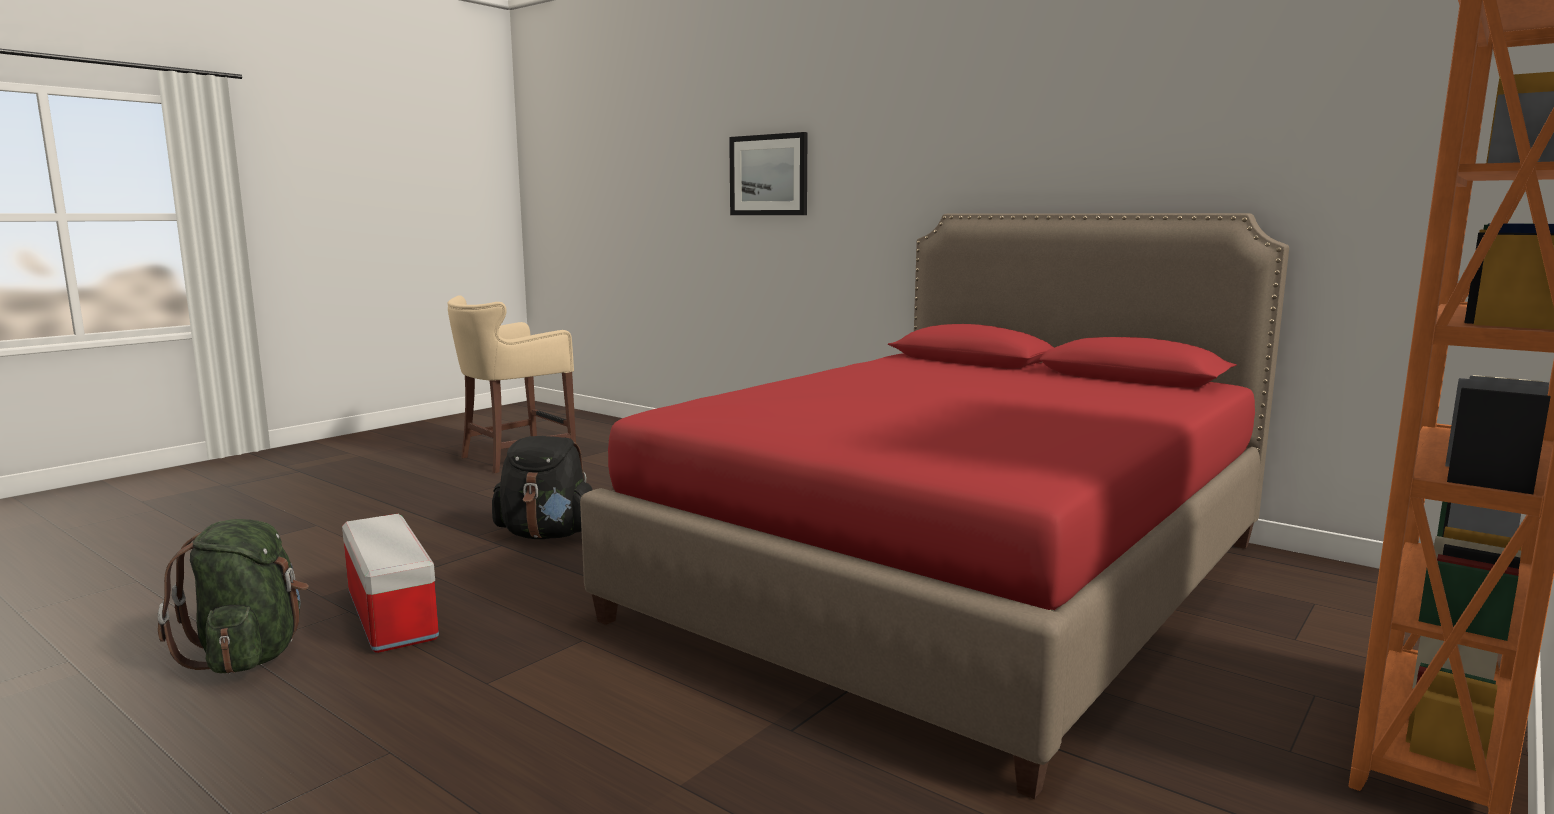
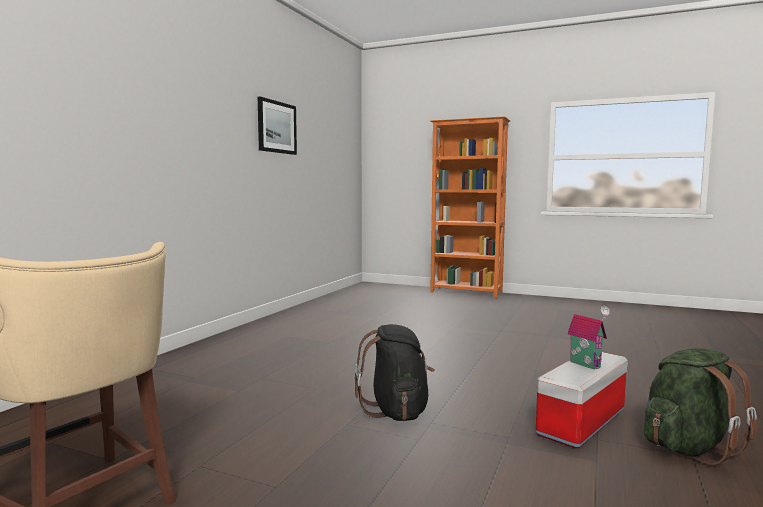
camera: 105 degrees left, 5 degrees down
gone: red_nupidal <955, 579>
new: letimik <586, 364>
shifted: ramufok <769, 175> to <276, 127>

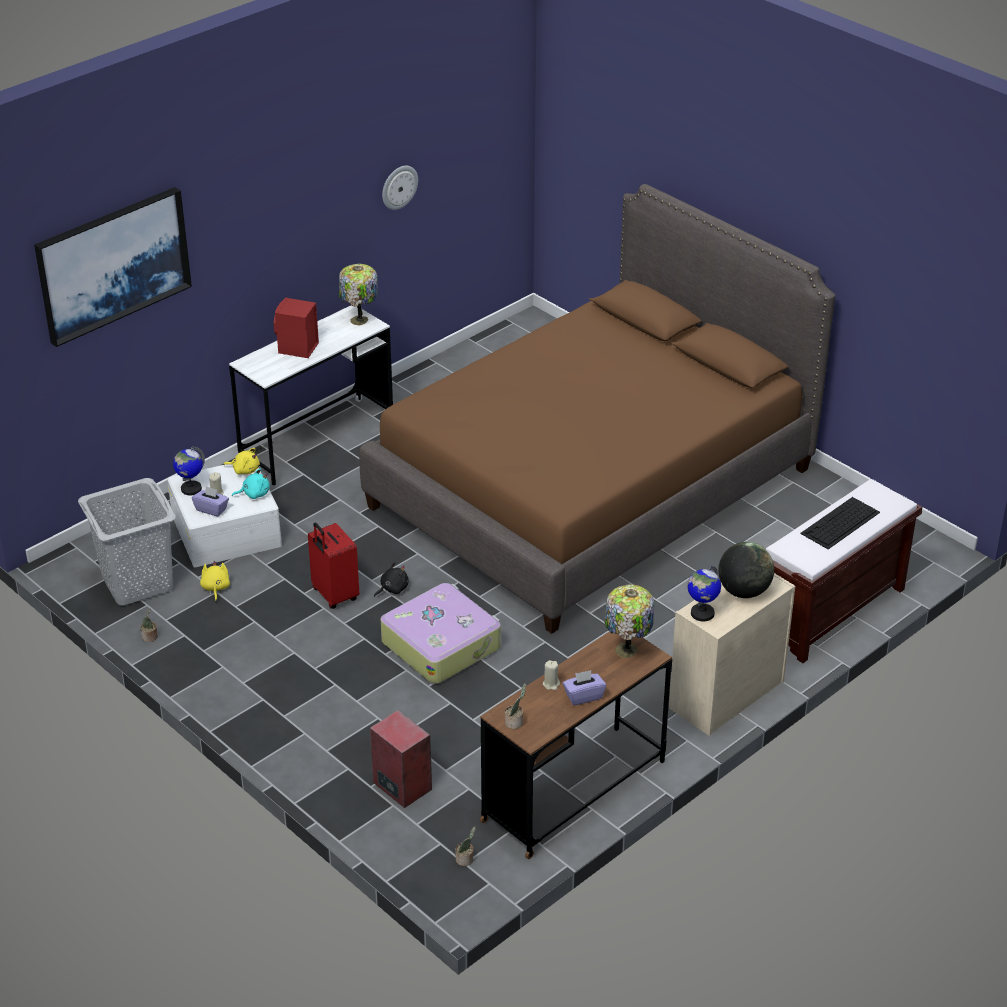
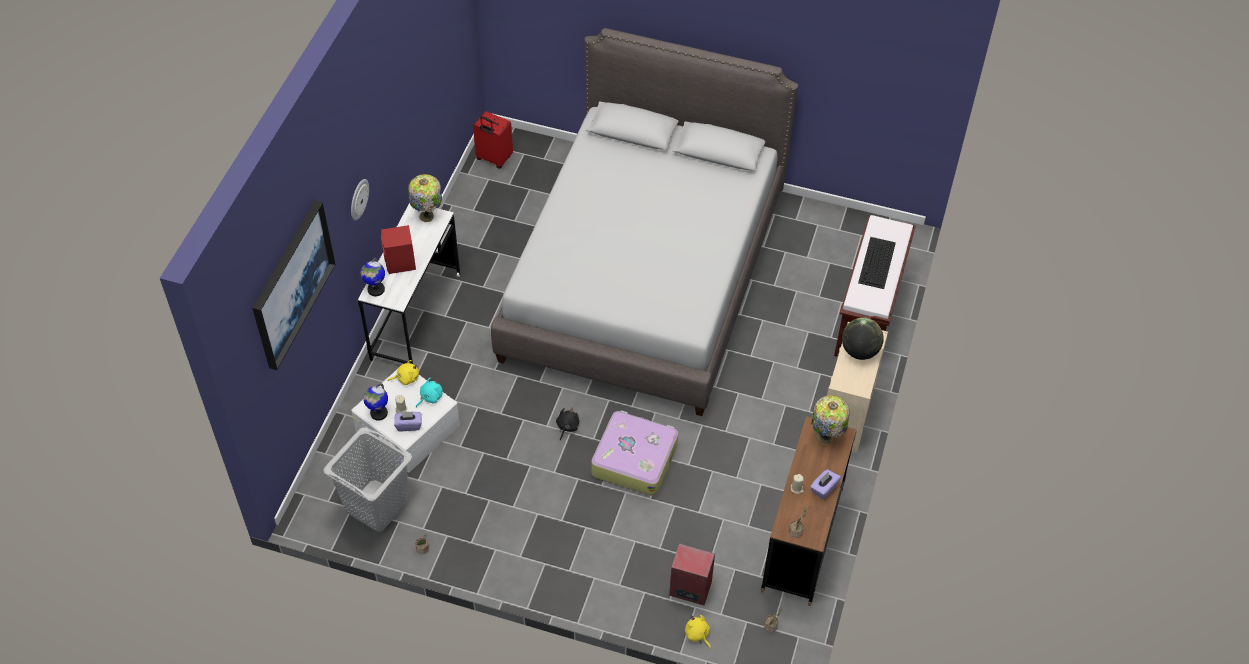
camera: 30 degrees left, 15 degrees up
shifted: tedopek <399, 187> to <358, 199>; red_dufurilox <334, 595> to <493, 159>; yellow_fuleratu <215, 588> to <697, 634>; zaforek <702, 613> to <375, 289>
repainted: brown_nupidal <592, 487> to grey_nupidal <644, 276>

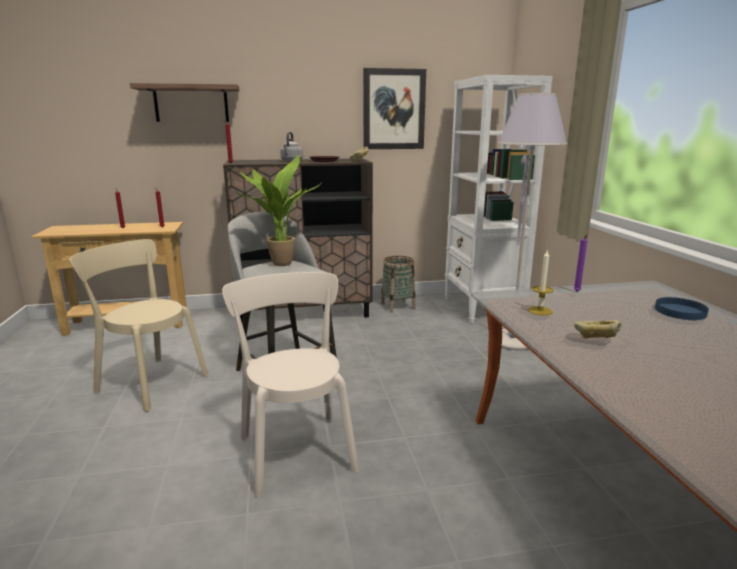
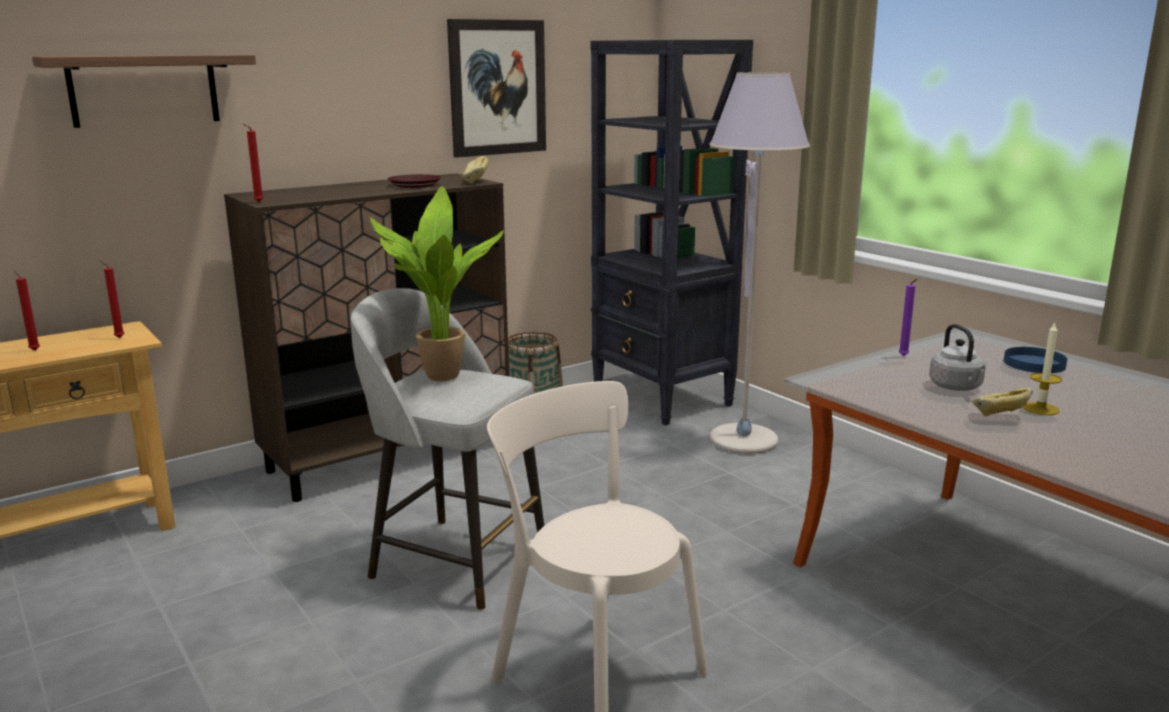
camera: 25 degrees left, 0 degrees up
gone: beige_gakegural <149, 382>
shifted: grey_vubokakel <291, 161> to <957, 387>; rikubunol <540, 311> to <1040, 409>
repainted: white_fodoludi <482, 308> to black_fodoludi <662, 399>

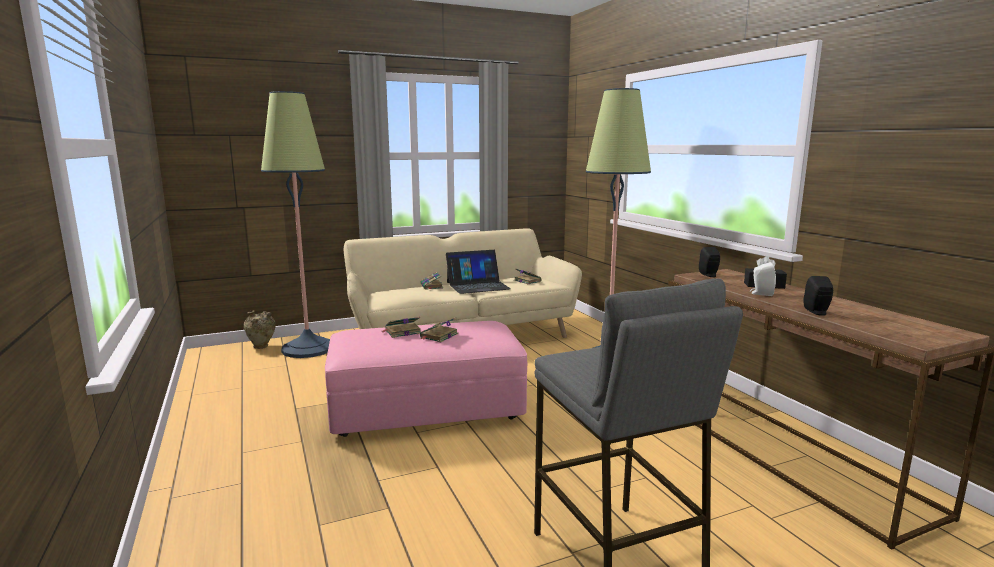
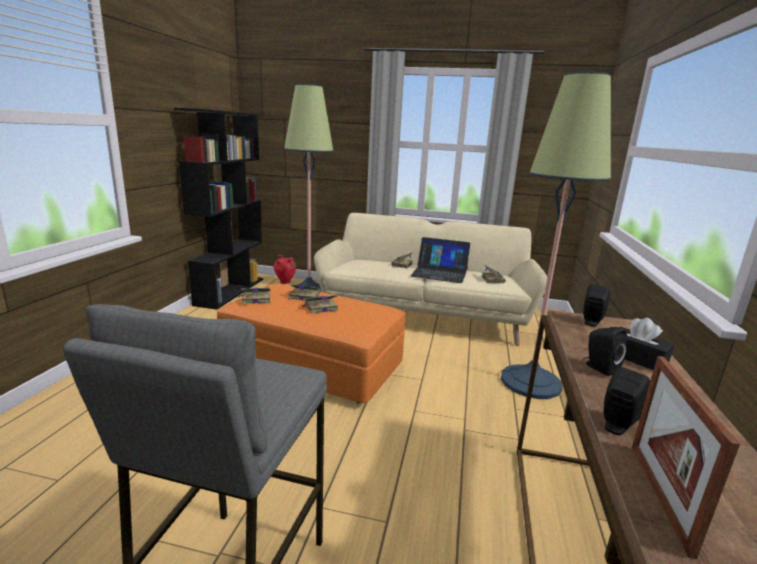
camera: 35 degrees right, 5 degrees up
new: black_fodoludi <230, 291>; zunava <255, 299>; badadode <659, 494>
repainted: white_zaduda <761, 294> to black_zaduda <599, 368>; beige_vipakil <262, 347> to red_vipakil <285, 283>; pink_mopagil <426, 407> to orange_mopagil <313, 366>

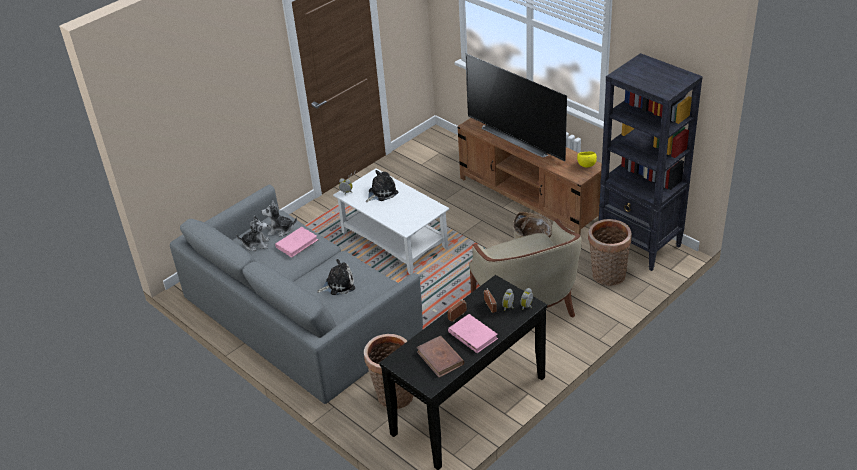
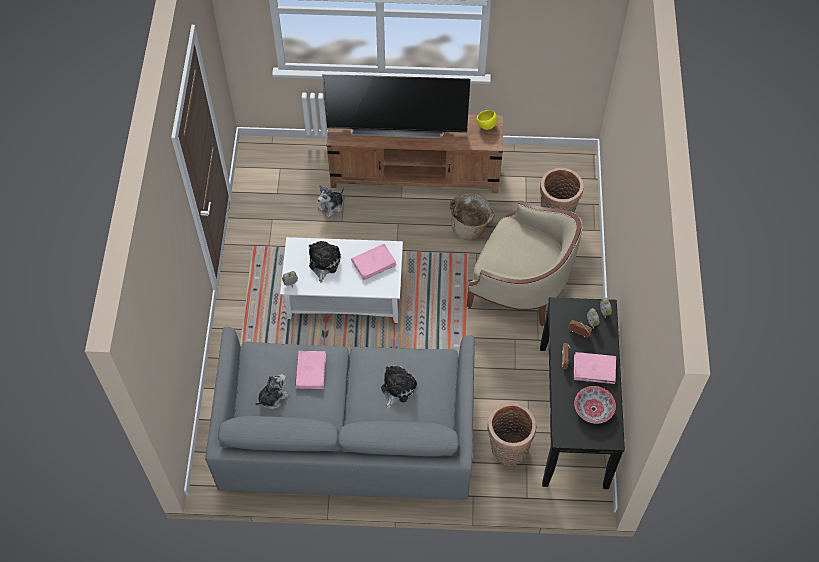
camera: 45 degrees left, 20 degrees up
gone: black_fodoludi <640, 245>
new: pink_zunava <374, 262>
shifted: fuleratu <280, 230> to <331, 206>
swapped: brown_zunava <440, 358> to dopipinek <593, 408>

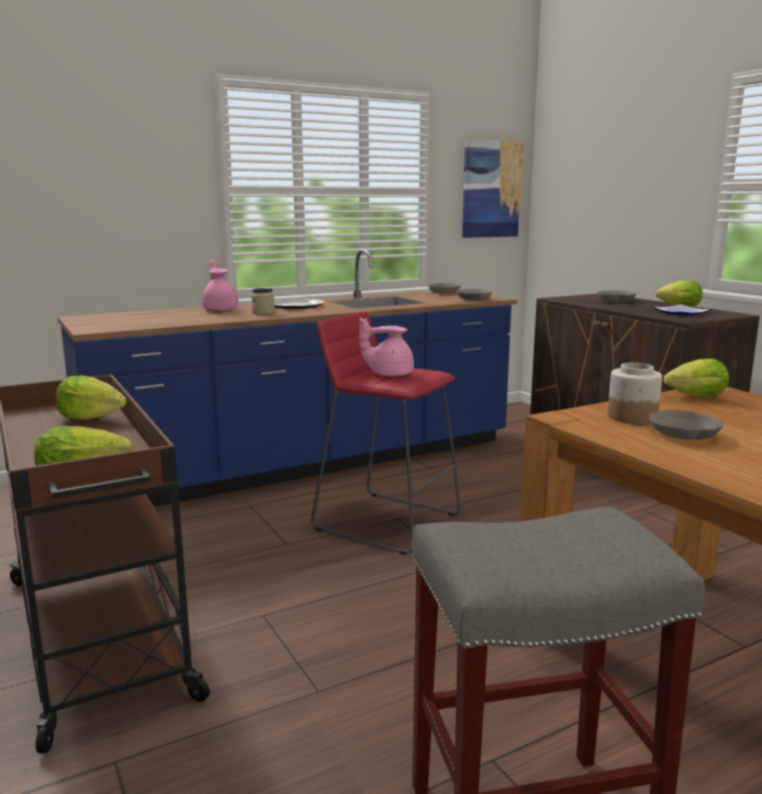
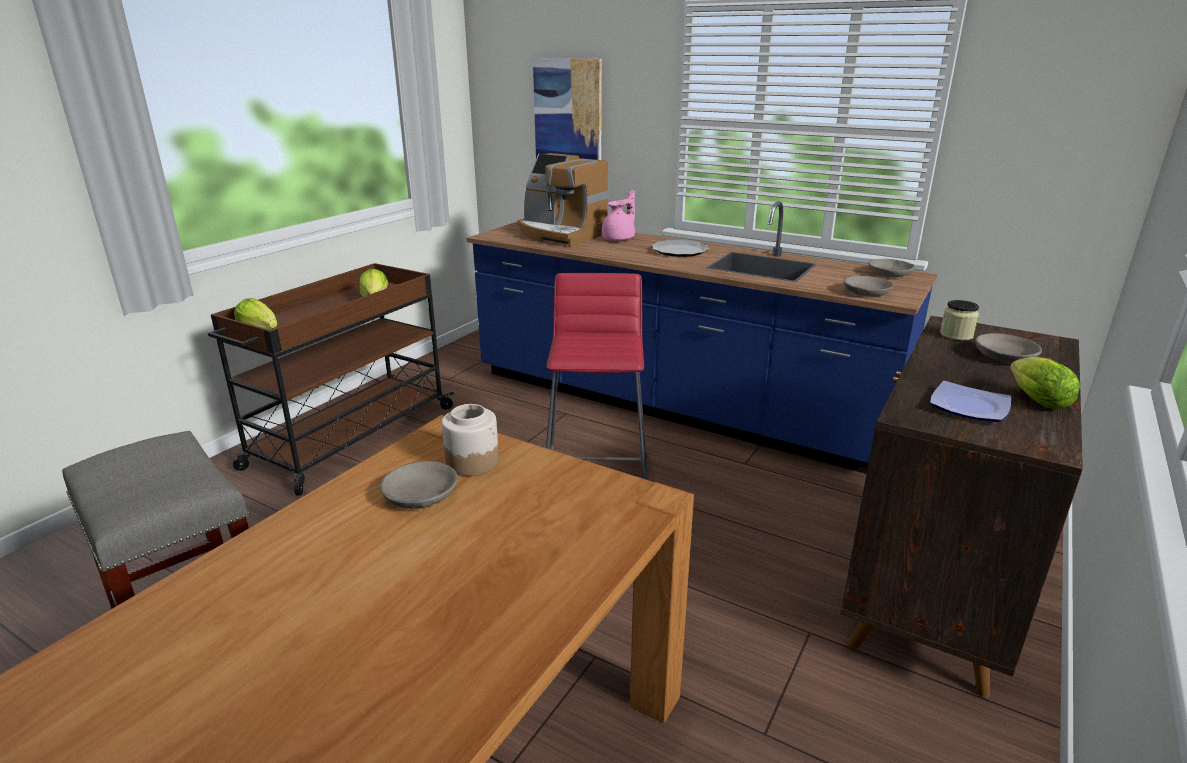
camera: 60 degrees right, 10 degrees up
gone: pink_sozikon <389, 374>; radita <693, 397>
new: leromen <561, 234>
shifted: ramufok <491, 189> to <568, 114>; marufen <263, 313> to <956, 335>

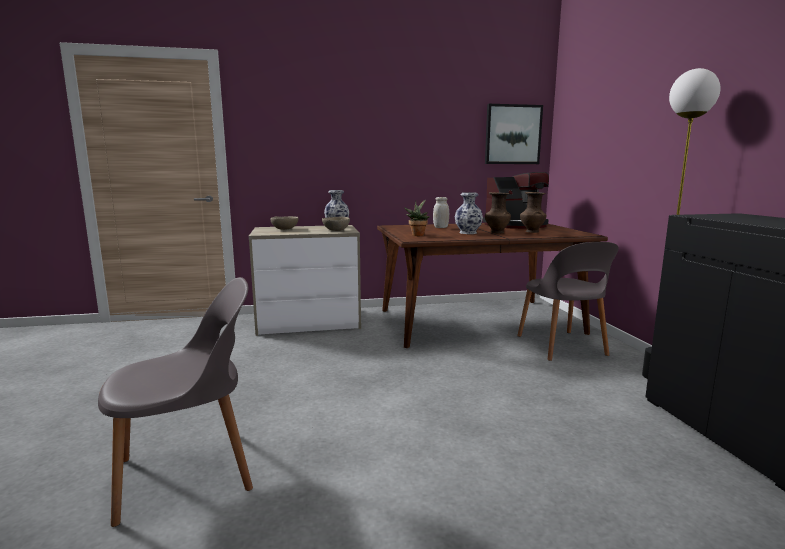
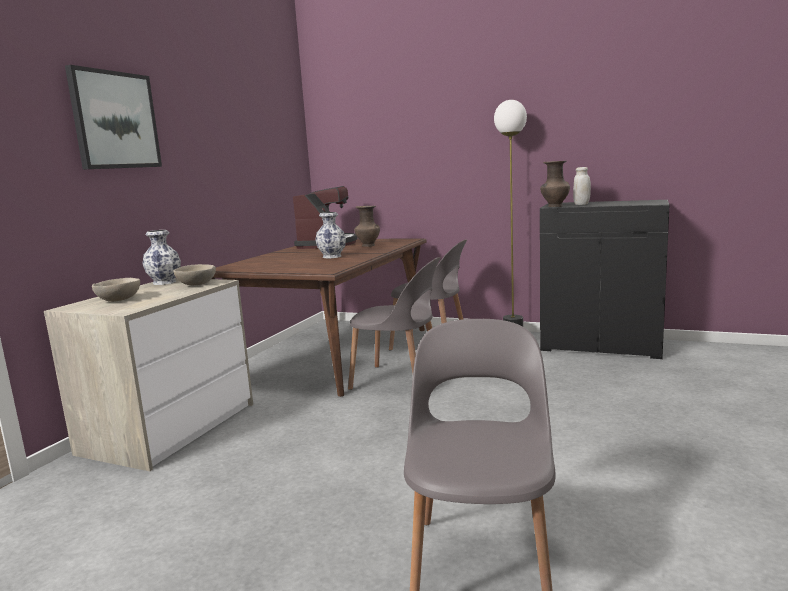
camera: 55 degrees left, 0 degrees up
gone: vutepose <417, 235>
new: grey_gakegural <399, 381>
shifted: ramufok <512, 134> to <114, 120>; brown_vipakil <496, 232> to <554, 206>; white_marufen <440, 227> to <581, 204>

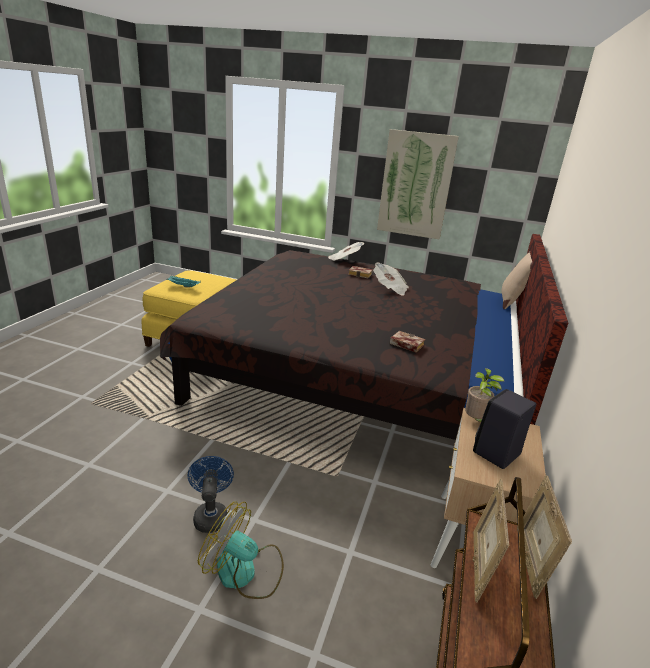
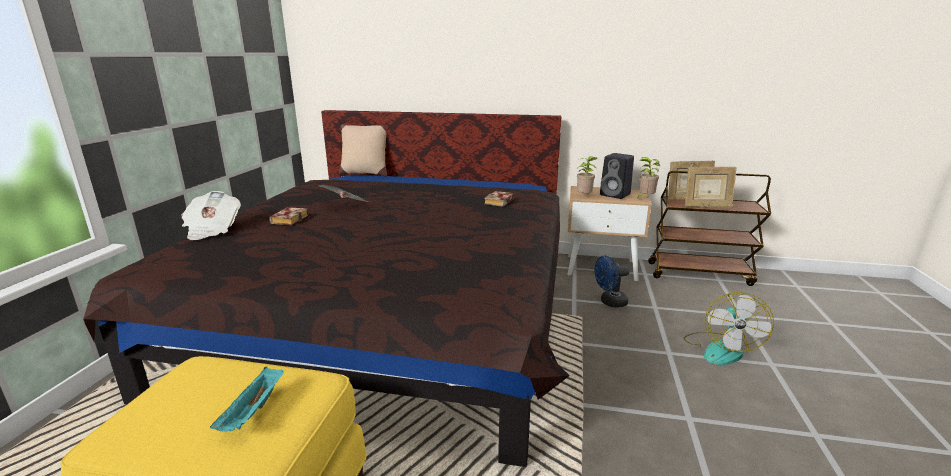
camera: 95 degrees left, 5 degrees down
gone: ramufok <415, 185>
new: vutepose <645, 198>
shifted: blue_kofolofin <211, 515> to <609, 302>

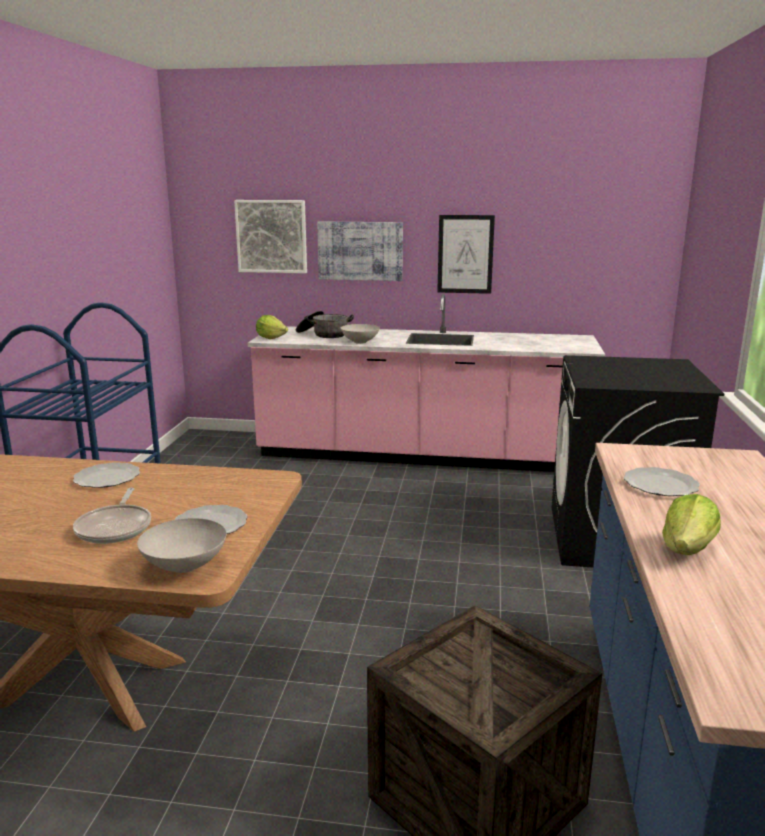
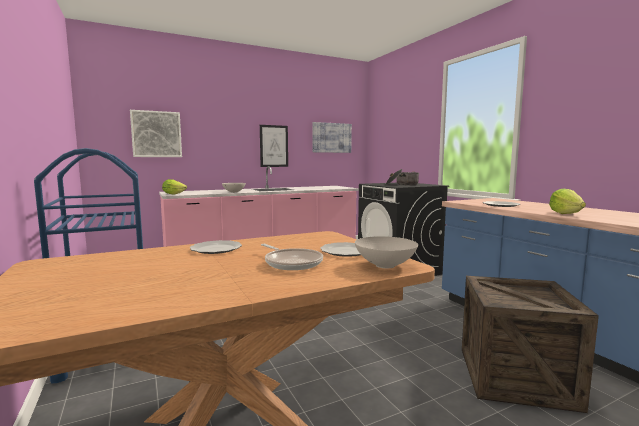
camera: 35 degrees left, 10 degrees down
shifted: ramufok <360, 251> to <331, 137>; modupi <323, 334> to <402, 184>

